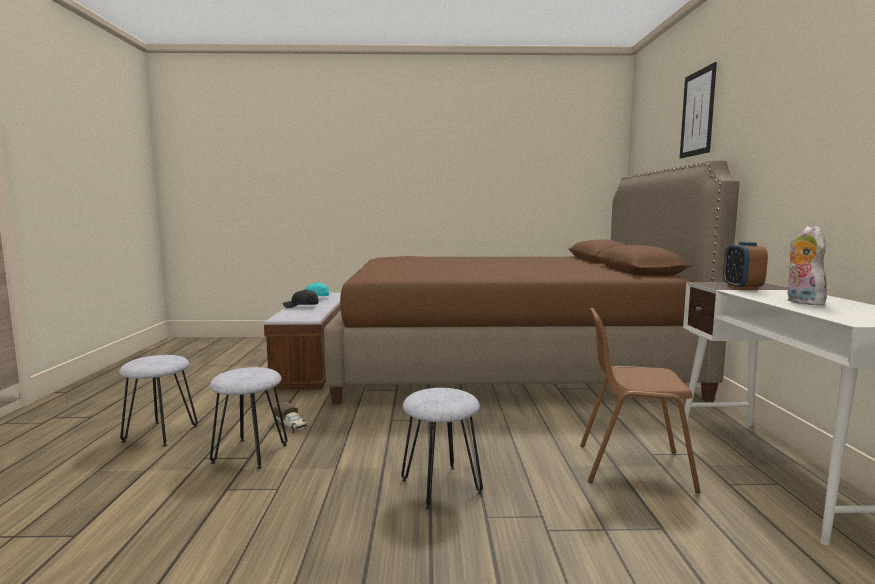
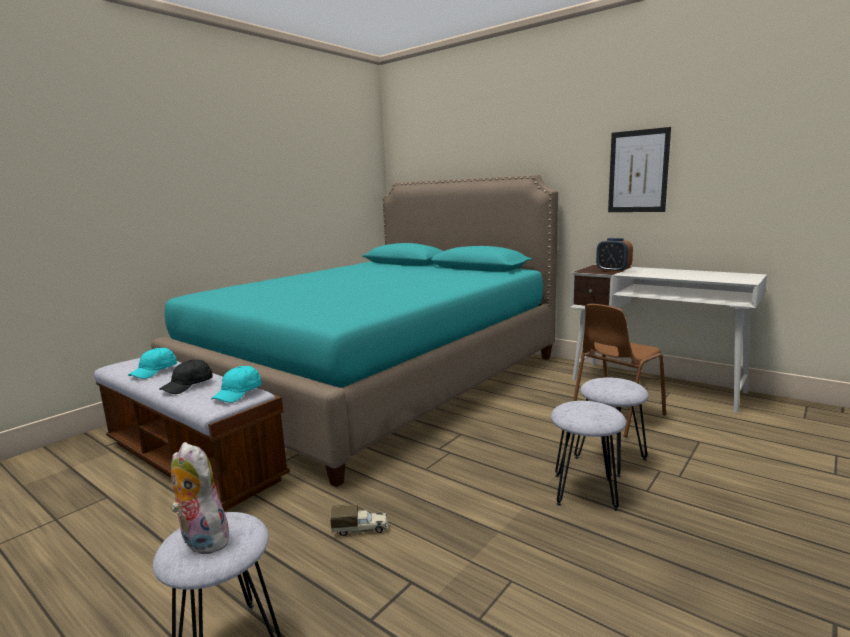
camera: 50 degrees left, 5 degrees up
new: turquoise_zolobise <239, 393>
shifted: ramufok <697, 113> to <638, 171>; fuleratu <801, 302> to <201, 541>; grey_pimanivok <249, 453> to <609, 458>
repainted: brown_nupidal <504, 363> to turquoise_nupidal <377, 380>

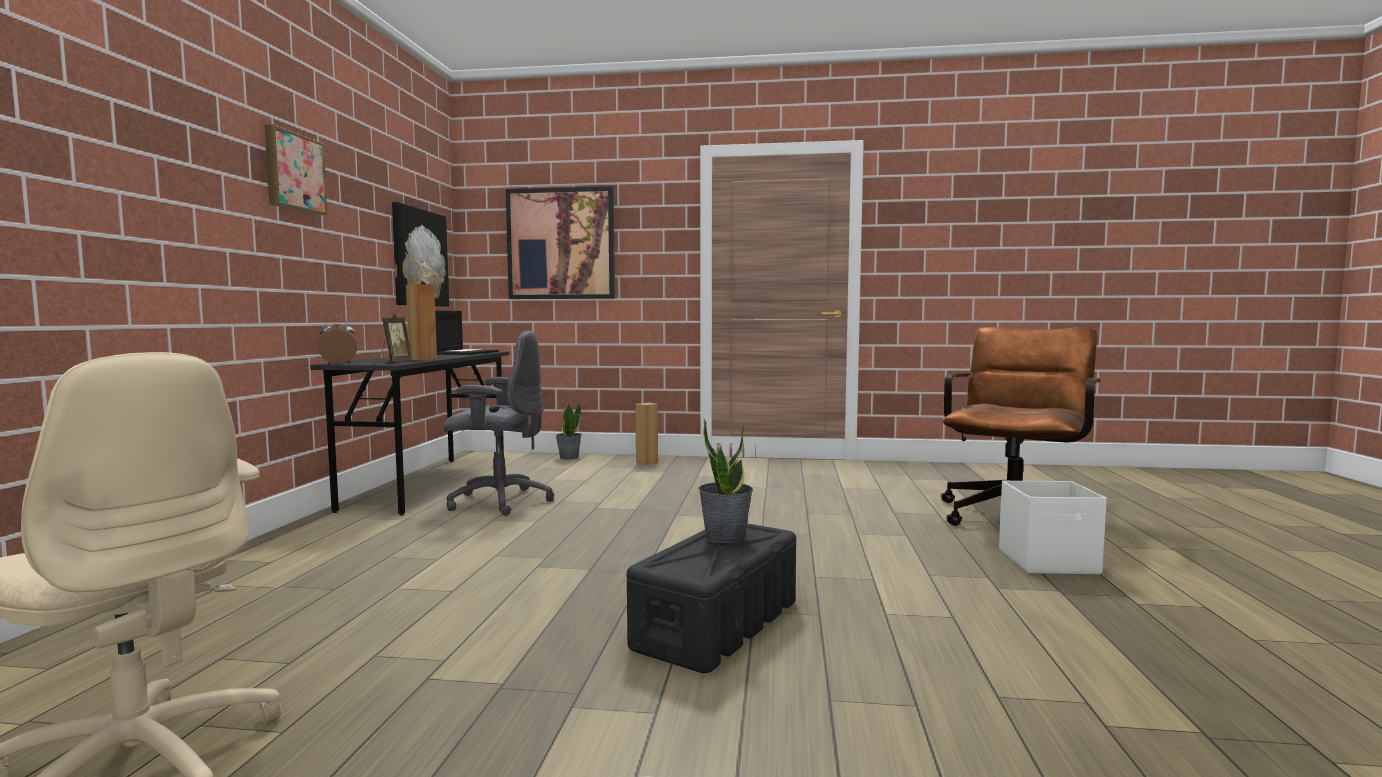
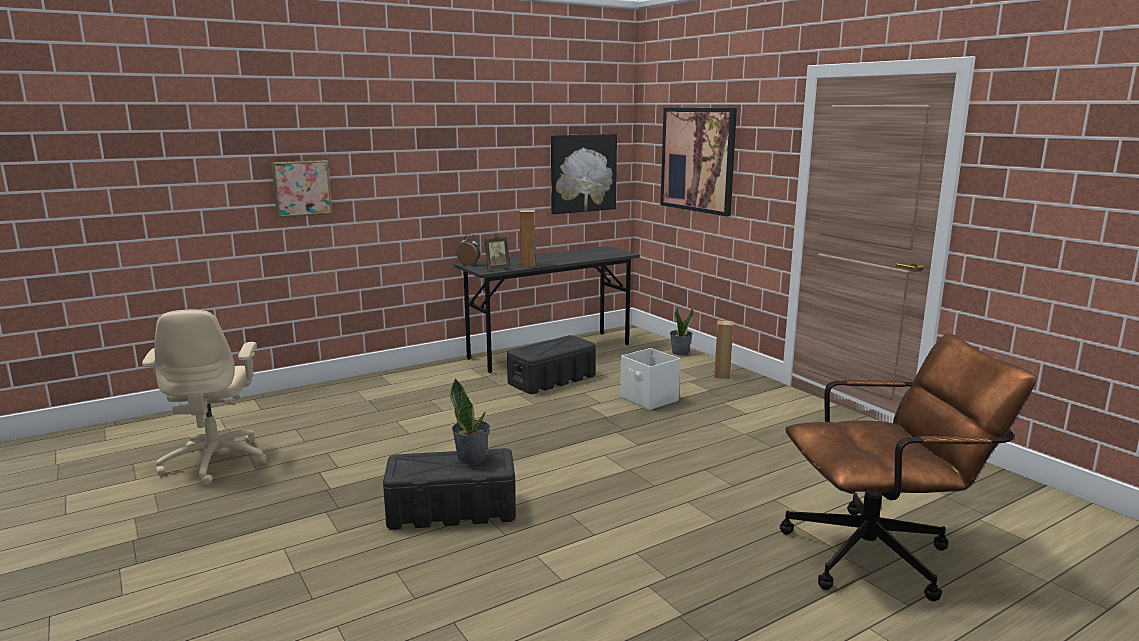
camera: 50 degrees right, 10 degrees up
gone: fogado <465, 353>
shifted: ramufok <293, 172> to <301, 188>; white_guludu <1049, 562> to <649, 399>
swapped: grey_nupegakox <499, 501> to black_guludu <551, 380>

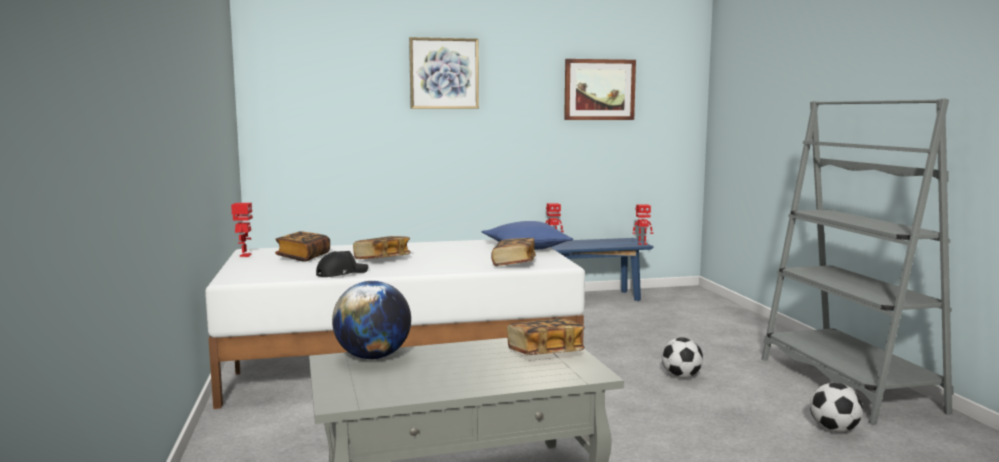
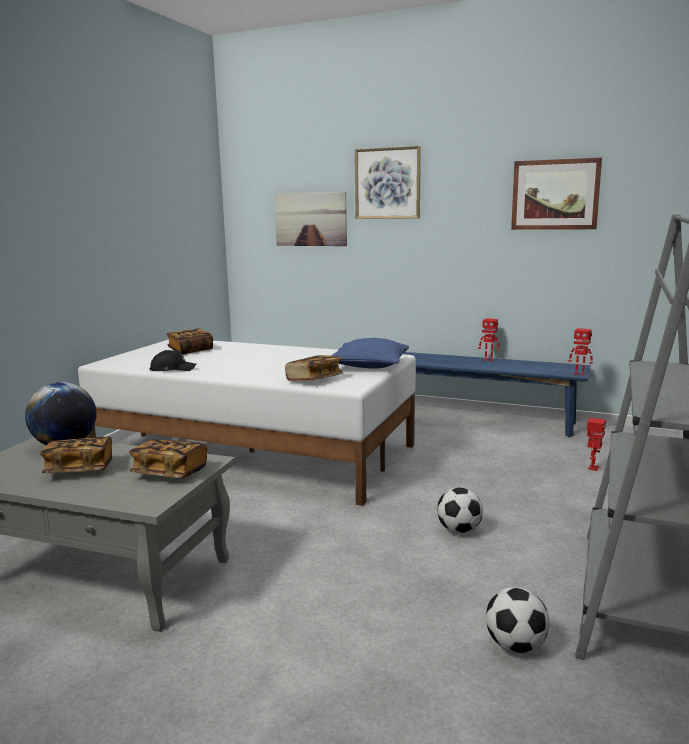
camera: 35 degrees right, 5 degrees up
new: ramufok <310, 219>
shifted: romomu <244, 255> to <593, 468>; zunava <382, 259> to <80, 470>

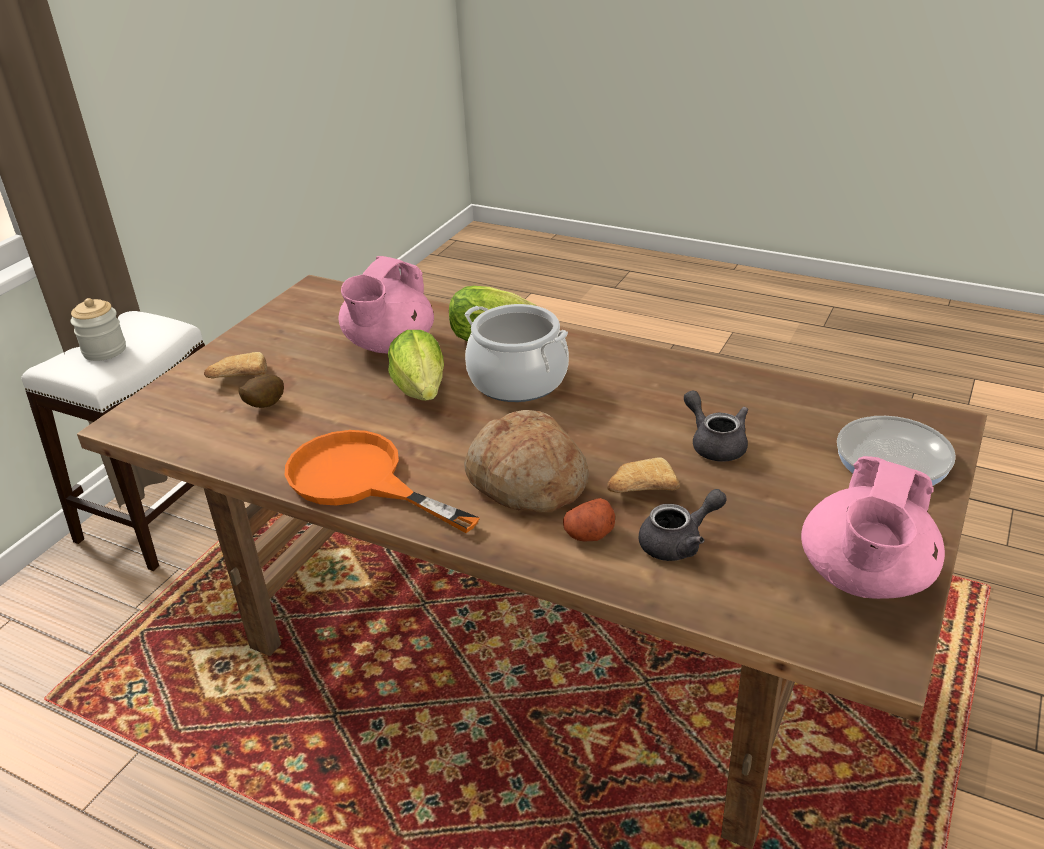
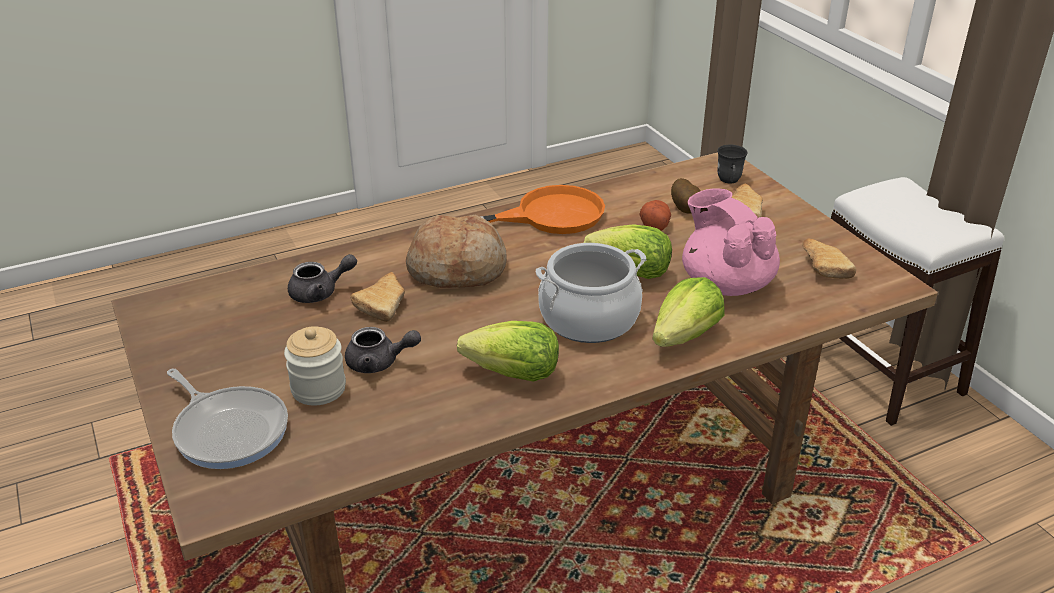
camera: 125 degrees right, 0 degrees up
gone: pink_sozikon <864, 578>
new: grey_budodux <729, 181>; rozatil <822, 267>; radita <514, 374>
shifted: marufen <104, 350> to <318, 389>; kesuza <589, 534> to <654, 224>
rotated: grey_sozikon <679, 542> = <320, 292> 120 degrees counterclockwise

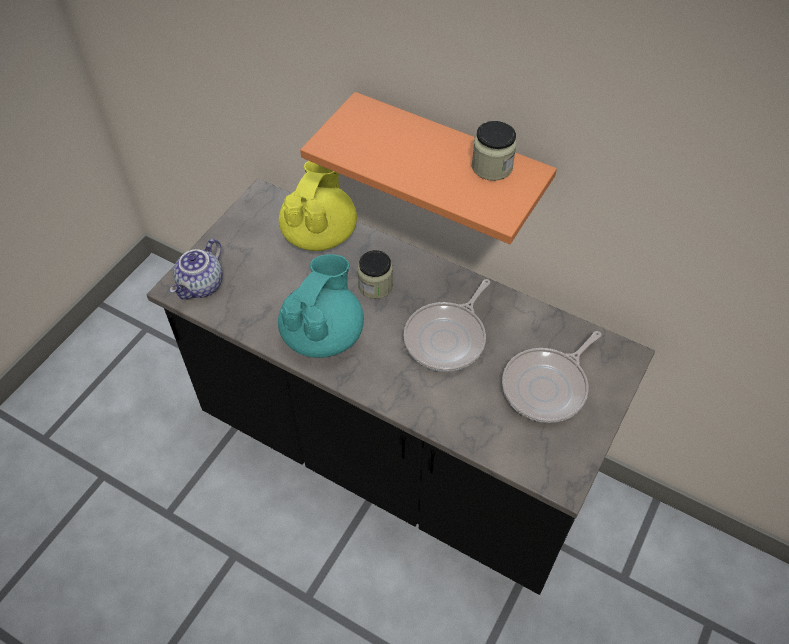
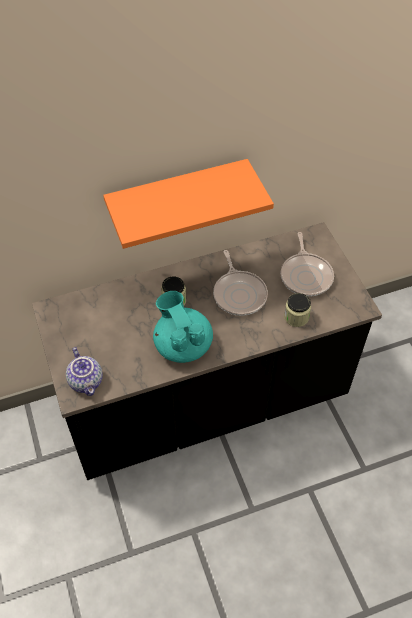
camera: 50 degrees left, 0 degrees up
gone: yellow_sozikon <320, 234>
shifted: marufen <492, 167> to <296, 317>

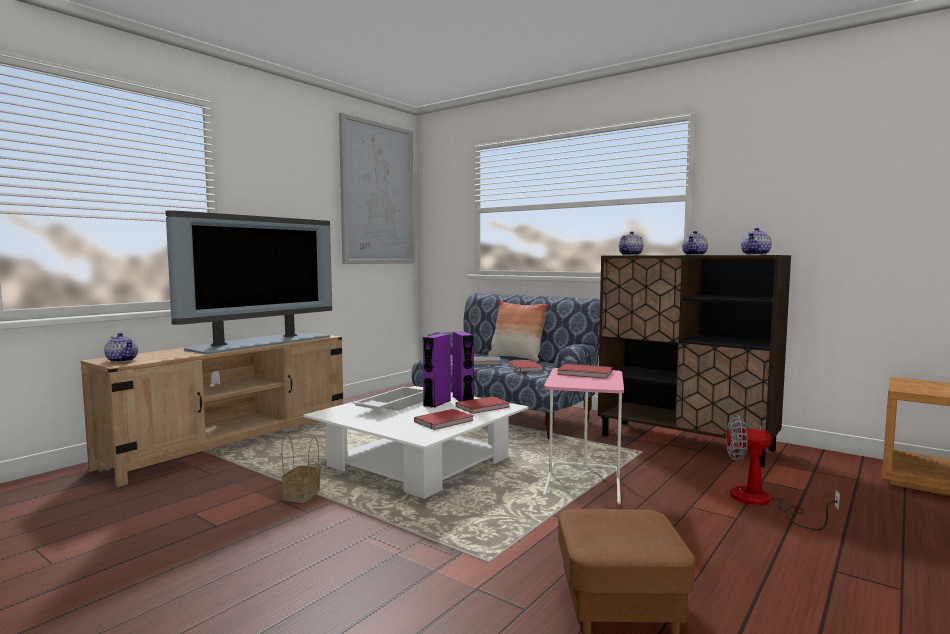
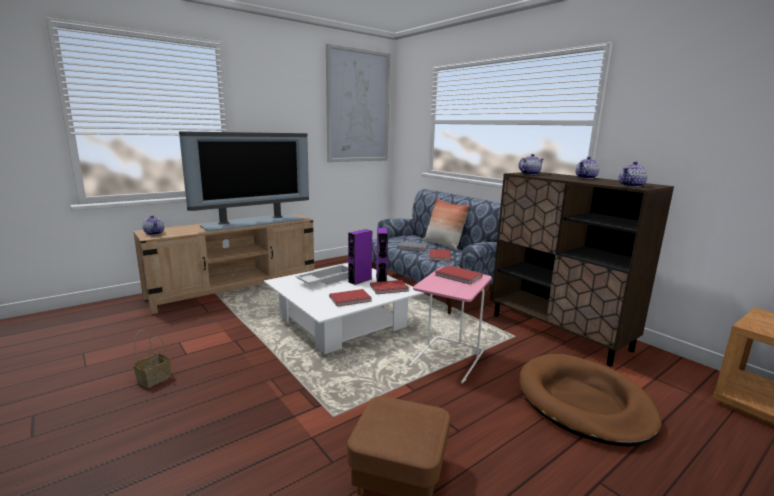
camera: 15 degrees right, 10 degrees up
shifted: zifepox <302, 495> to <154, 378>
swapped: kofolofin <762, 502> to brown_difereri <583, 402>

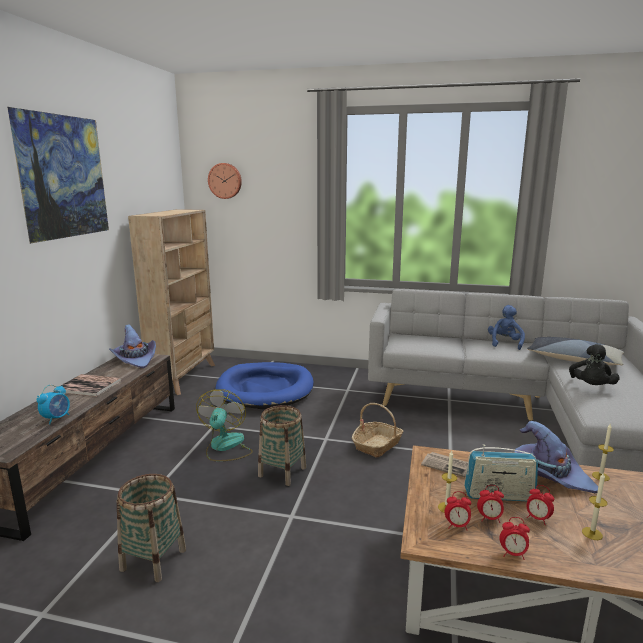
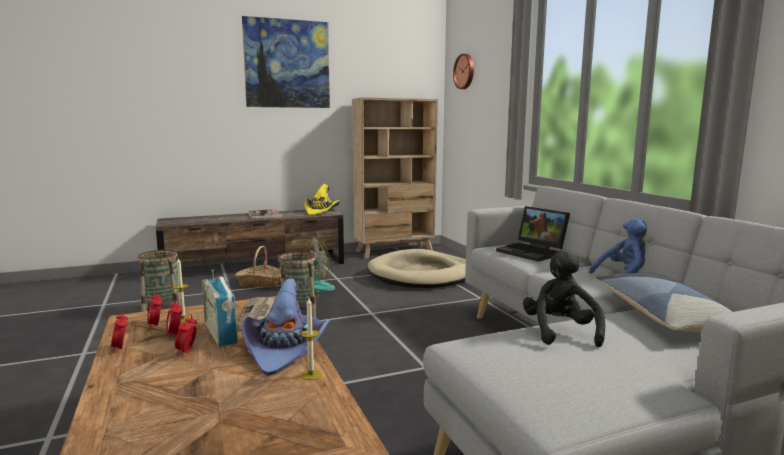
camera: 55 degrees right, 5 degrees down
gone: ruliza <56, 418>; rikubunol <592, 533>
new: fogado <533, 252>
shifted: zifepox <377, 445> to <260, 283>
repainted: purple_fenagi <135, 359> to yellow_fenagi <321, 212>; blue_difereri <265, 389> to beige_difereri <422, 274>
rotated: black_fuleratu <591, 387> = <560, 332> 105 degrees clockwise

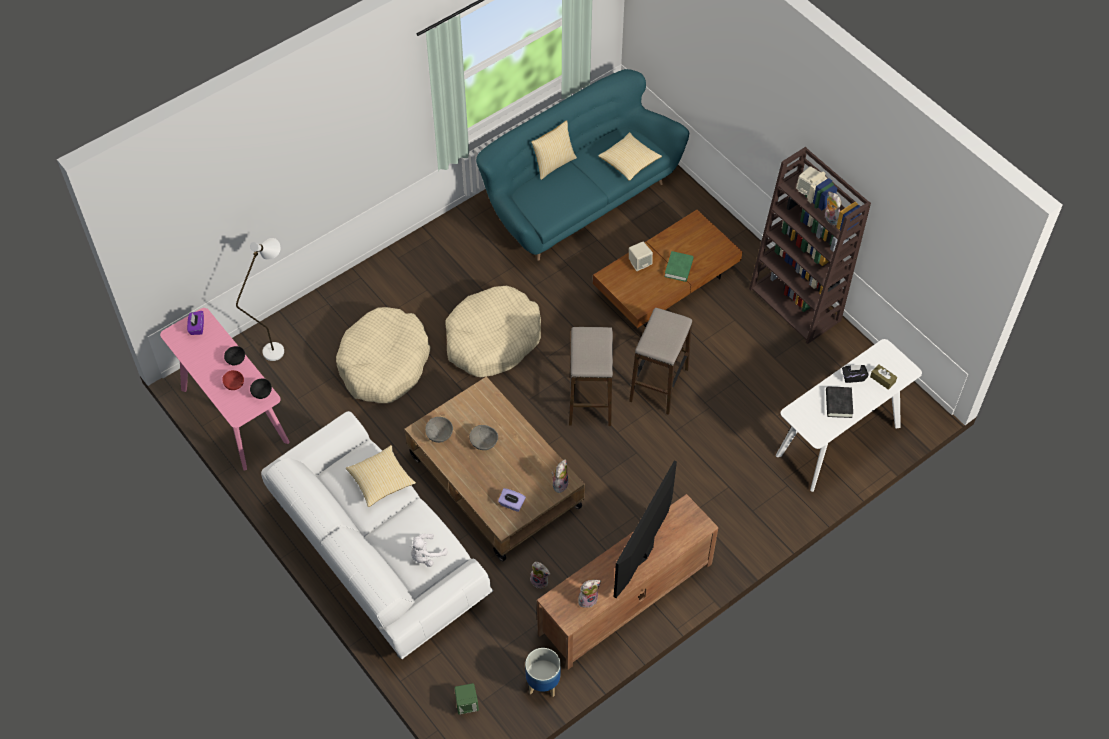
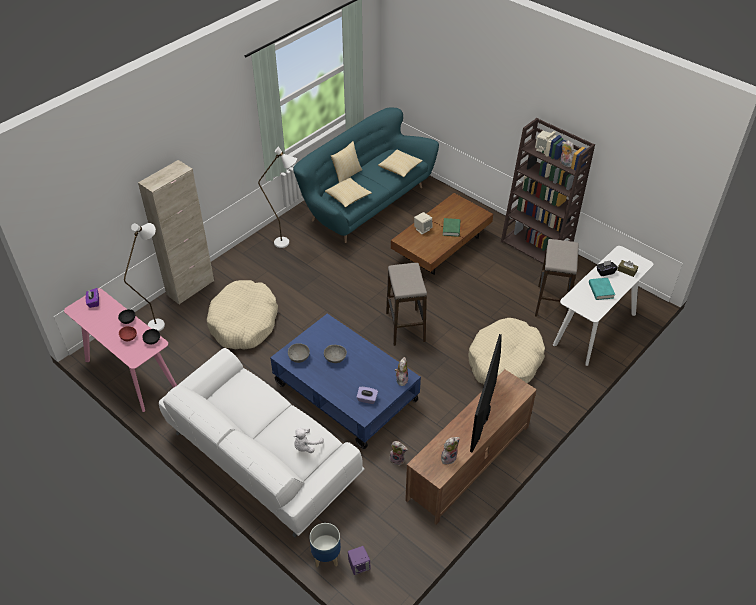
camera: 10 degrees left, 10 degrees down
new: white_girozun <287, 243>; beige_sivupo <190, 288>
shifted: beige_difereri <492, 340> to <505, 362>; pimanivok <659, 385> to <552, 303>; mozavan <381, 481> to <348, 197>; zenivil <542, 683> to <326, 557>
repainted: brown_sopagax <494, 482> to blue_sopagax <345, 392>; black_zunava <838, 404> to turquoise_zunava <601, 290>; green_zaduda <467, 704> to purple_zaduda <359, 566>

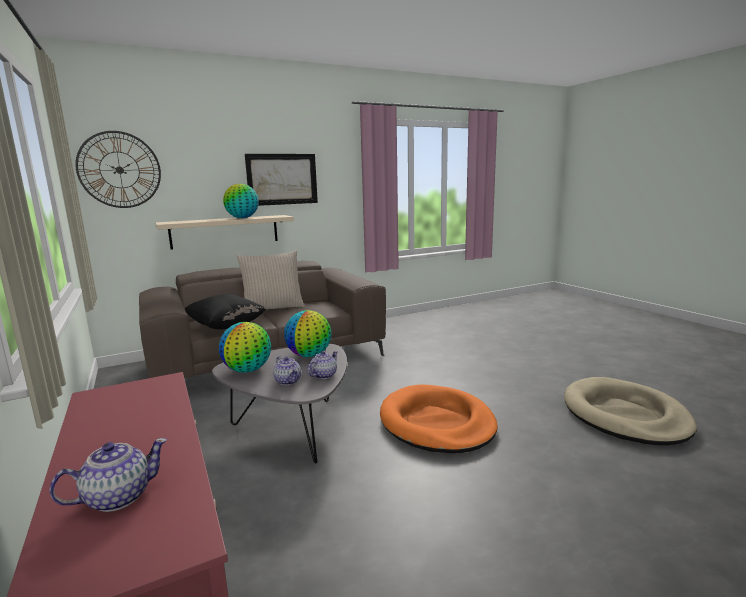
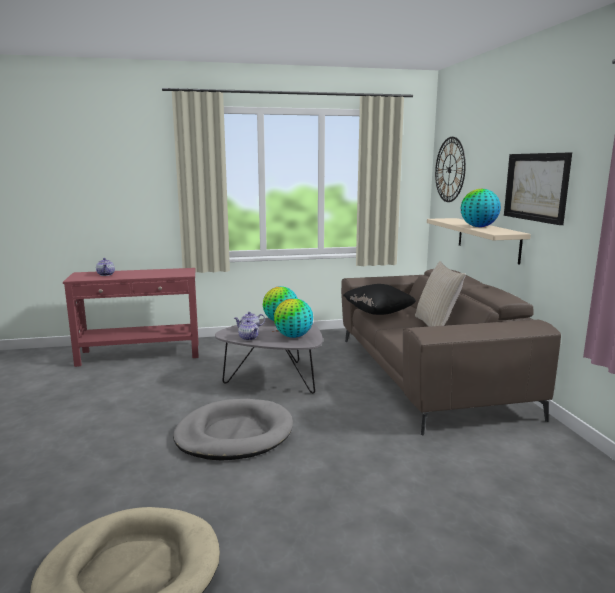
camera: 105 degrees right, 0 degrees up
repainted: orange_difereri <436, 423> to grey_difereri <234, 434>

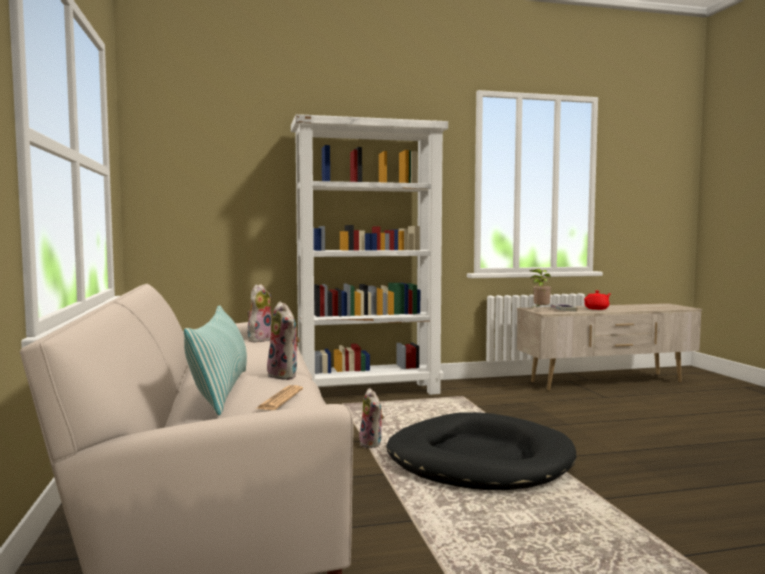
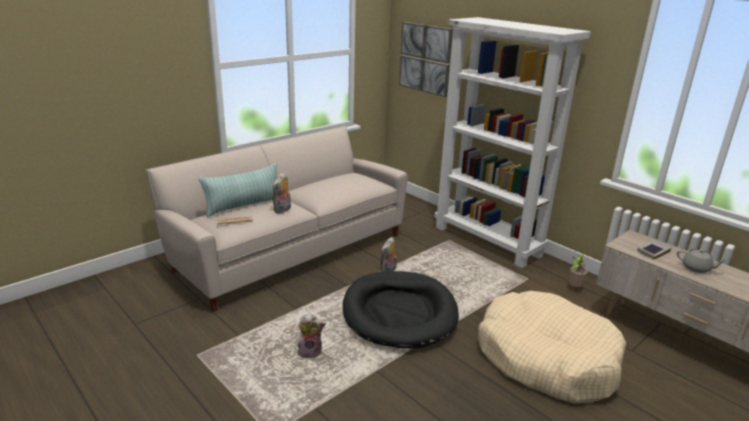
camera: 60 degrees right, 20 degrees up
new: ramufok <425, 58>; beige_difereri <546, 358>
shifted: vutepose <540, 310> to <574, 288>; fuleratu <259, 340> to <310, 352>
repainted: red_sozikon <597, 309> to grey_sozikon <696, 268>

